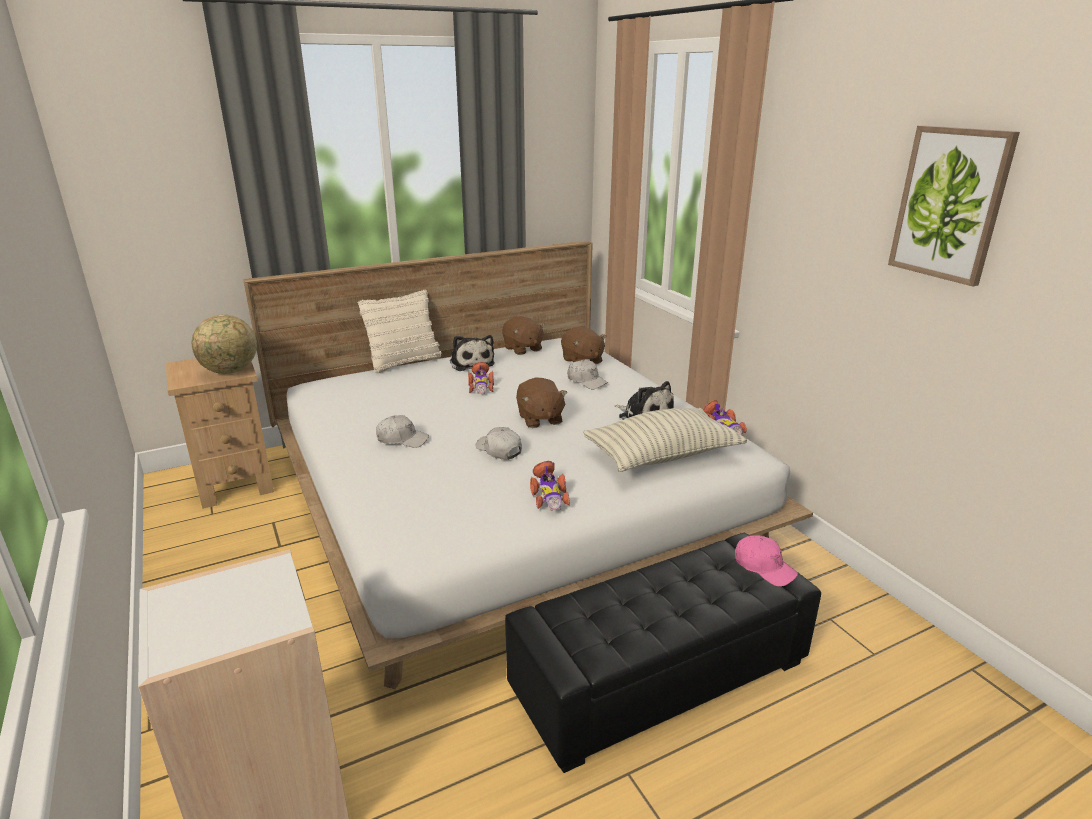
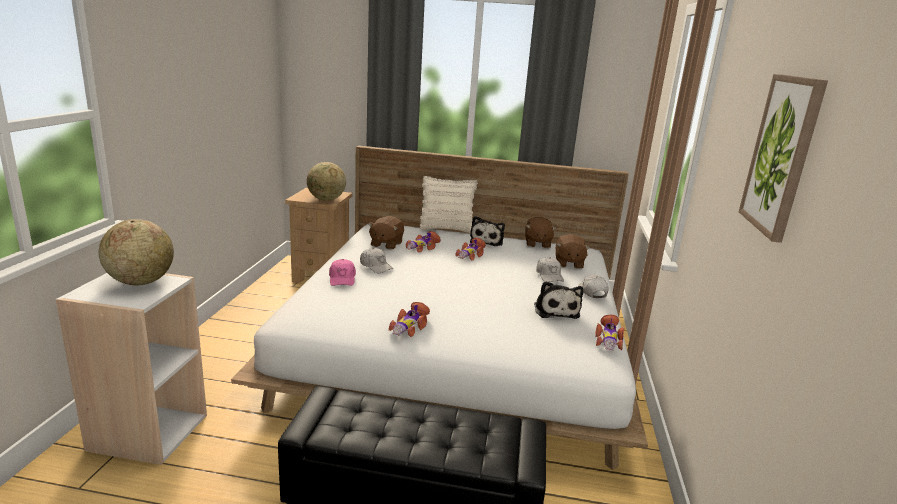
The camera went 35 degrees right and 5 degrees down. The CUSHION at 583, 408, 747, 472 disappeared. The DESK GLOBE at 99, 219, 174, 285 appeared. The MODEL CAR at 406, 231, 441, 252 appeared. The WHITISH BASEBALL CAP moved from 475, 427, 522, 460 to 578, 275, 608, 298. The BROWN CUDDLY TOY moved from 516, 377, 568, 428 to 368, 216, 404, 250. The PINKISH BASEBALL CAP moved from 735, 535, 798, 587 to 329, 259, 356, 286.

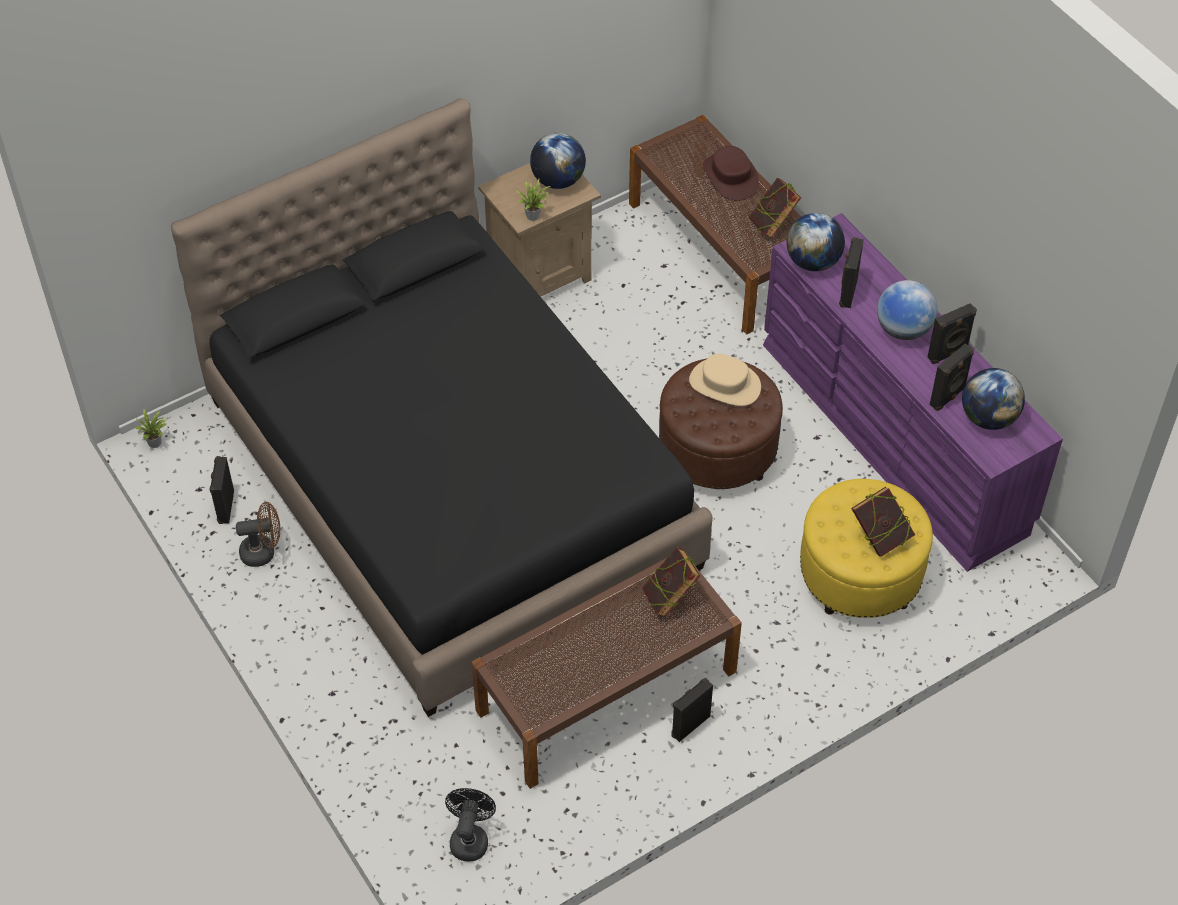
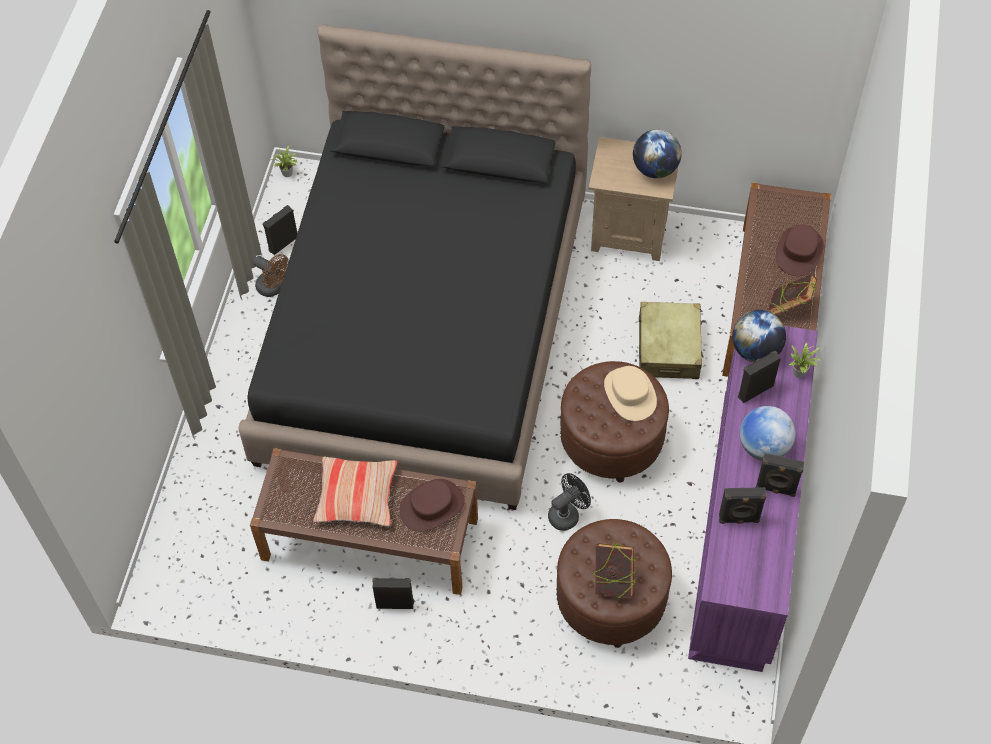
The camera went 45 degrees right and 5 degrees up. The DESK GLOBE at 962, 368, 1025, 430 disappeared. The CUSHION at 313, 457, 397, 526 appeared. The BEIGE TRAVEL CASE at 639, 302, 703, 379 appeared. The BLACKISH COOLING FAN moved from 445, 788, 496, 861 to 548, 473, 591, 531. The PLANT IN A POT moved from 516, 179, 550, 221 to 789, 342, 822, 378. The BOUND BOOK at 642, 547, 700, 618 was replaced by the BROWN CLOTHING HAT at 399, 479, 465, 532. The YELLOWISH OTTOMAN at 800, 479, 933, 618 became the BROWN OTTOMAN at 556, 519, 672, 648.

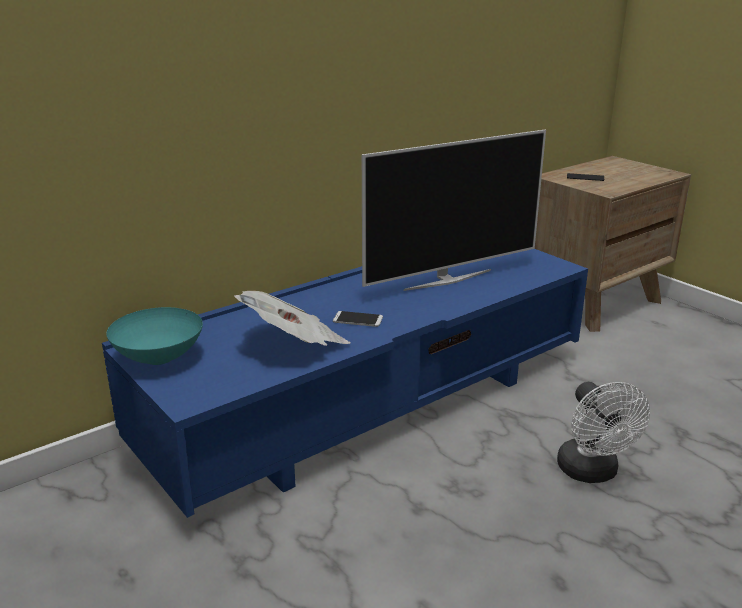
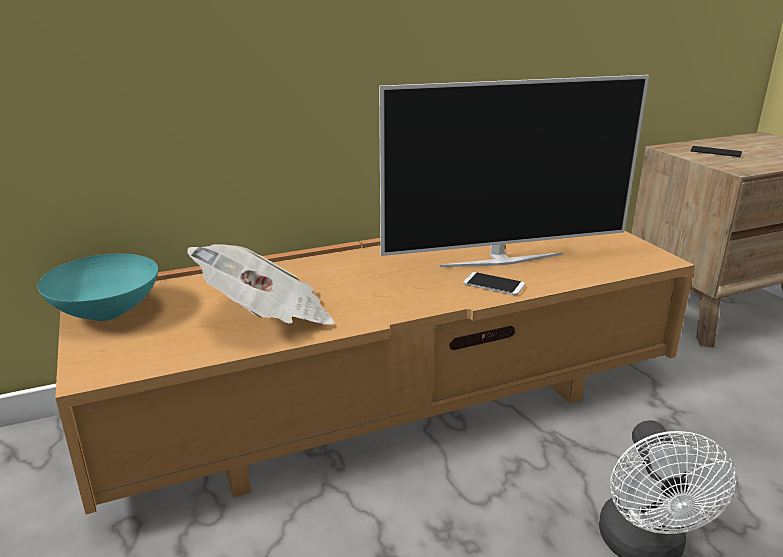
The camera went 15 degrees right and 0 degrees up. The HANDSET moved from 333, 311, 383, 327 to 463, 272, 525, 295. The BLUE TV UNIT at 102, 249, 588, 518 became the BROWN TV UNIT at 55, 231, 695, 514.

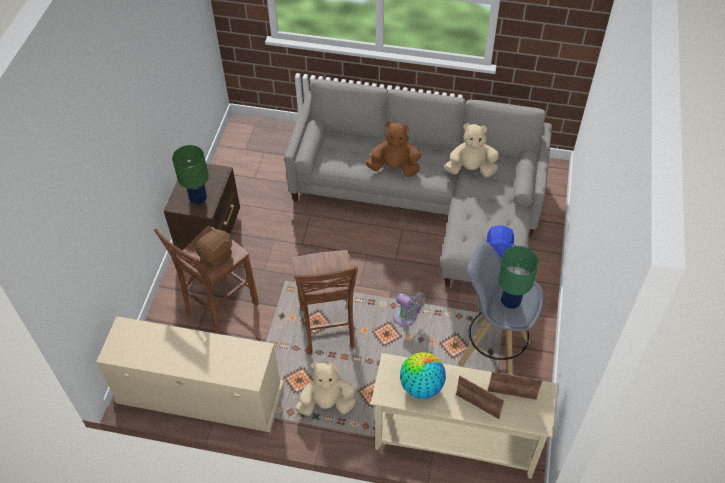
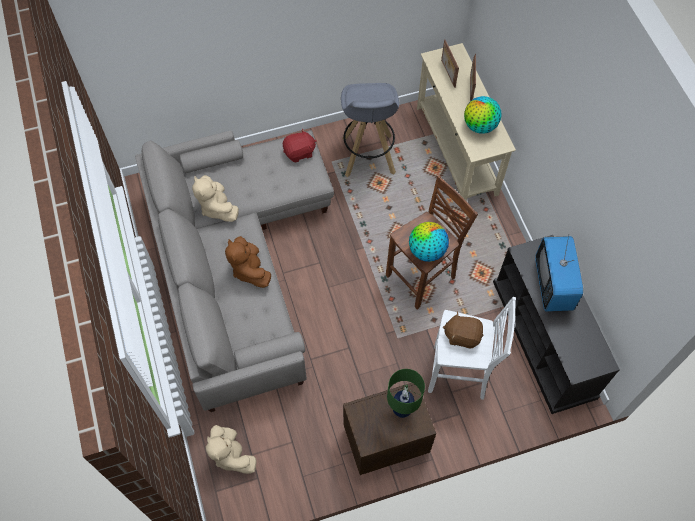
The camera went 120 degrees left and 10 degrees up. The GREYISH COOLING FAN at 393, 292, 426, 326 disappeared. The GREENISH TABLE LAMP at 498, 246, 539, 309 disappeared. The DESK GLOBE at 409, 222, 449, 262 appeared. The TV at 535, 234, 583, 312 appeared. The BEIGE CUDDLY TOY moved from 295, 361, 356, 416 to 206, 425, 257, 474. The BEIGE TV UNIT at 96, 316, 284, 432 became the BLACKISH TV UNIT at 493, 235, 620, 414. The BROWN SITTING STOOL at 154, 226, 259, 334 became the WHITISH SITTING STOOL at 428, 297, 516, 400. The BLUE CUDDLY TOY at 487, 226, 515, 259 became the RED CUDDLY TOY at 283, 128, 317, 162.

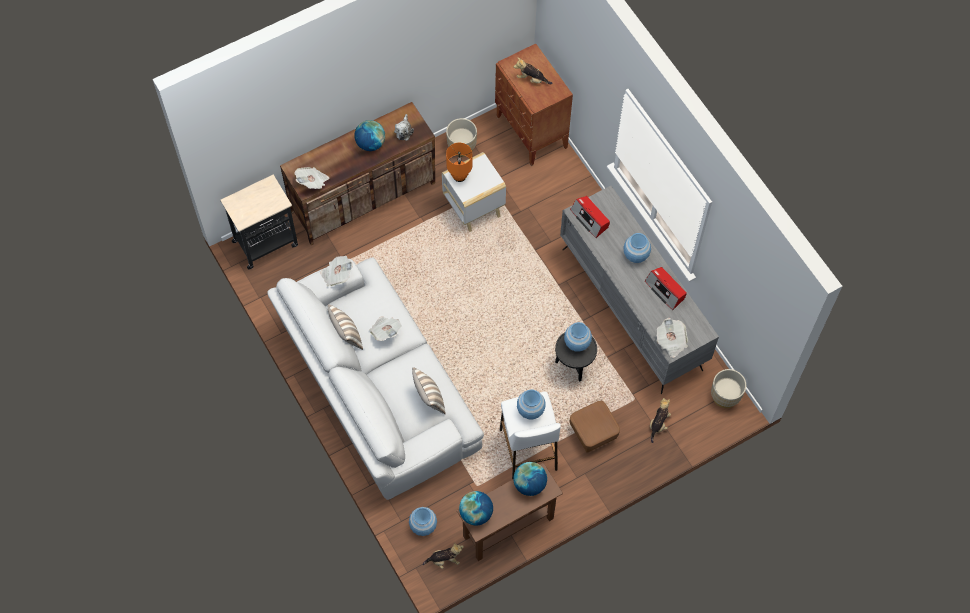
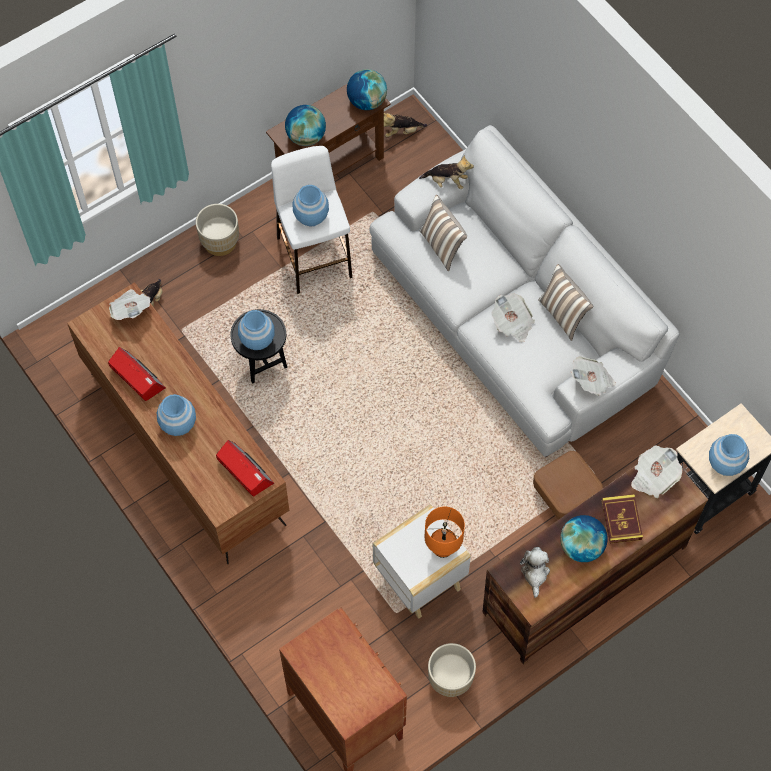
The camera went 175 degrees right and 0 degrees up. The BOUND BOOK at 602, 494, 643, 544 appeared. The BLUE VASE moved from 409, 507, 437, 536 to 709, 434, 749, 476. The CUDDLY TOY moved from 514, 58, 552, 84 to 419, 155, 474, 189. The BROWN OTTOMAN moved from 570, 401, 620, 453 to 533, 451, 603, 520. The BEIGE FLOWER POT moved from 711, 369, 746, 408 to 196, 204, 239, 256. The GREYISH TV UNIT at 560, 186, 719, 394 became the BROWN TV UNIT at 67, 282, 290, 564.

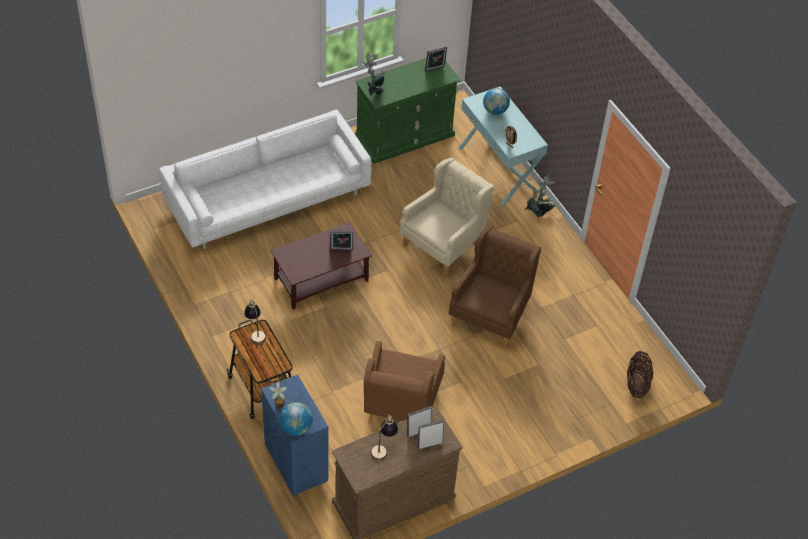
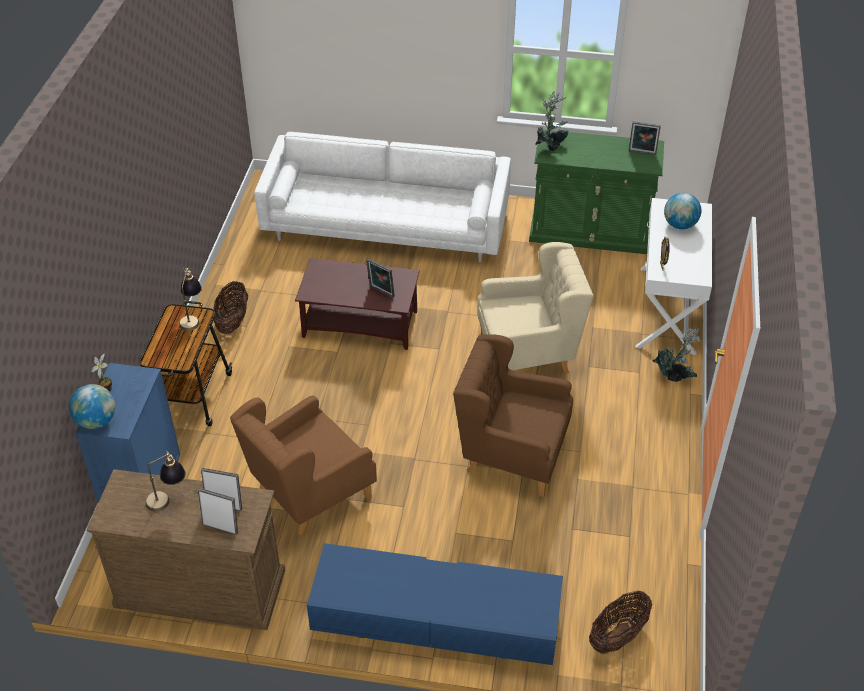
The camera went 40 degrees right and 5 degrees down. The HOUSEHOLD BASKET at 213, 281, 248, 334 appeared. The BLUE TV UNIT at 307, 543, 563, 665 appeared. The TURQUOISE CONSOLE TABLE at 458, 86, 548, 206 became the WHITISH CONSOLE TABLE at 636, 198, 712, 355. The BROWN LOUNGE CHAIR at 449, 226, 541, 348 turned 135 degrees counterclockwise.

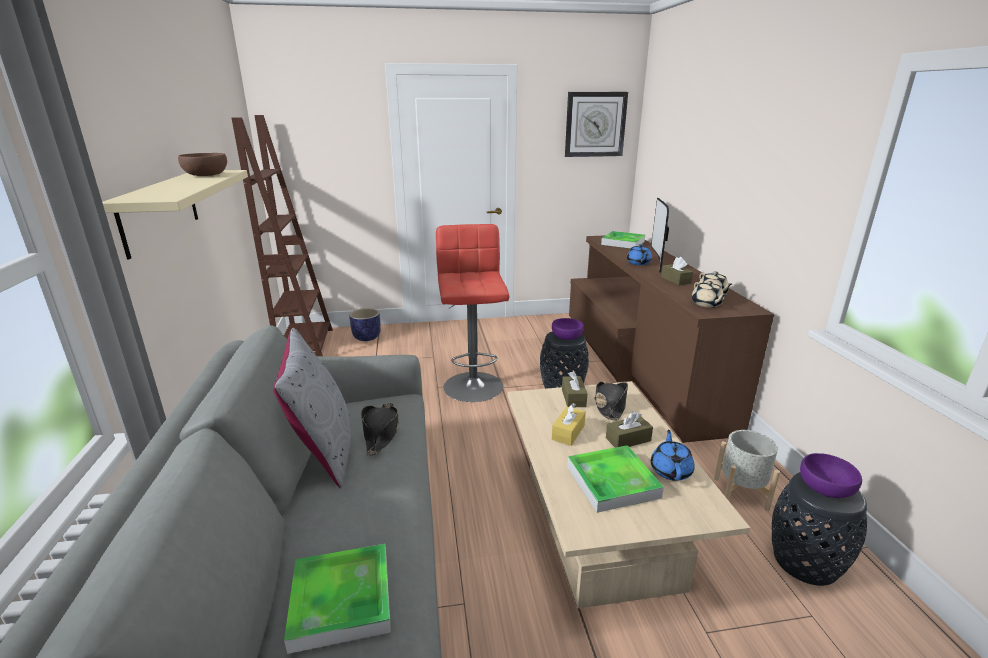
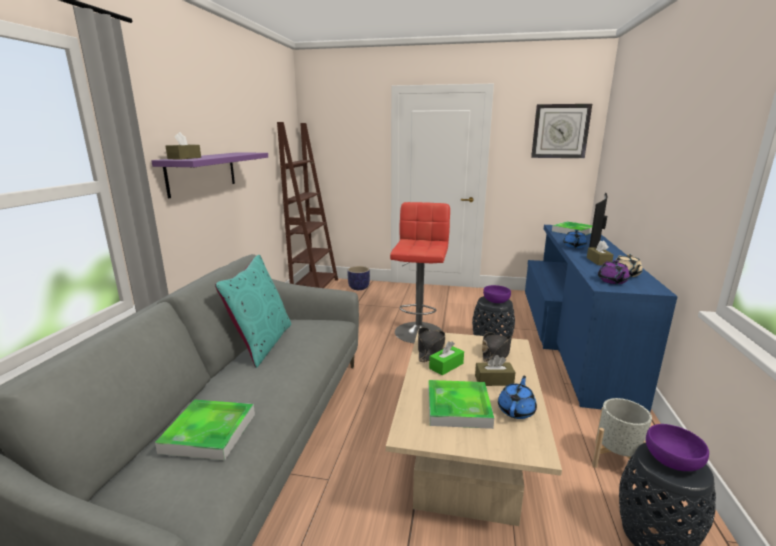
The camera went 20 degrees right and 5 degrees down. The BROWN BOWL at 178, 153, 227, 176 disappeared. The BLACKISH CLOTHING HAT moved from 361, 403, 399, 456 to 418, 327, 445, 362. The BROWN TISSUE BOX moved from 562, 371, 587, 407 to 166, 132, 201, 160. The BEIGE SHELF at 102, 170, 248, 259 became the PURPLISH SHELF at 151, 152, 268, 198. The GREYISH CUSHION at 273, 328, 351, 488 became the TURQUOISE CUSHION at 215, 255, 291, 368. The YELLOWISH TISSUE BOX at 552, 403, 586, 445 became the GREENISH TISSUE BOX at 429, 341, 464, 375. The BROWN TV UNIT at 569, 235, 774, 443 became the BLUE TV UNIT at 525, 225, 678, 412. The BEIGE TEA POT at 691, 281, 726, 308 became the PURPLISH TEA POT at 598, 260, 630, 284.

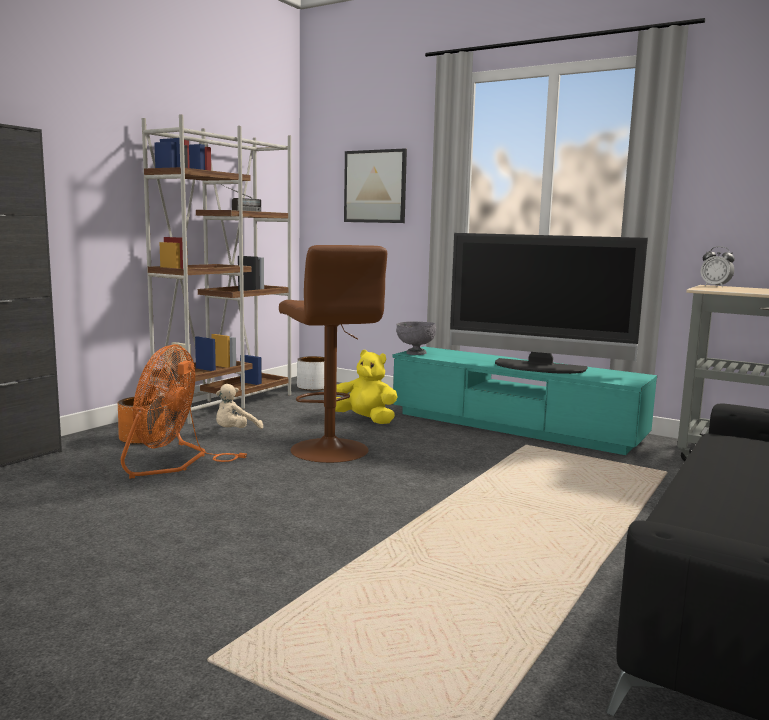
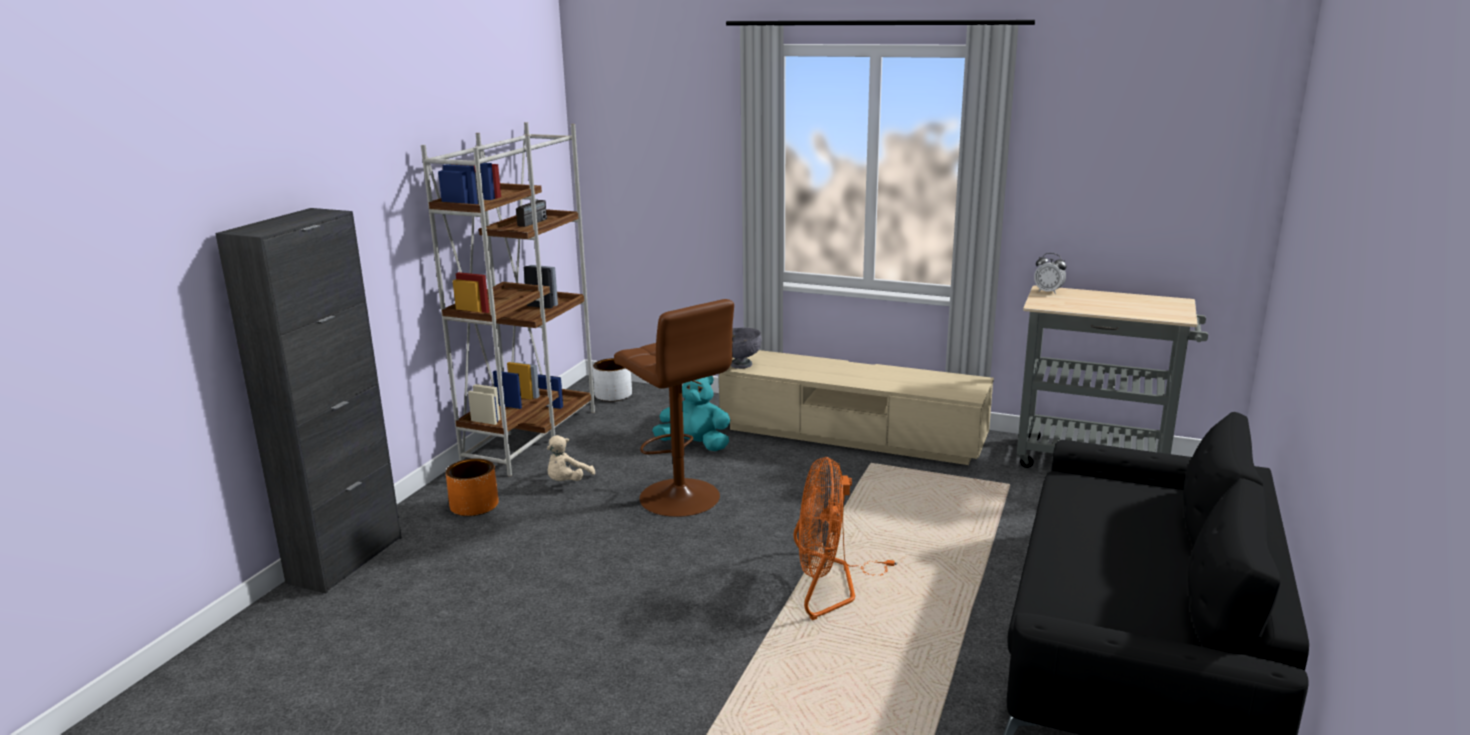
The camera went 10 degrees left and 10 degrees up. The PICTURE at 344, 149, 407, 223 disappeared. The TV at 450, 233, 648, 374 disappeared. The ORANGEY COOLING FAN moved from 121, 344, 248, 479 to 794, 457, 896, 620. The YELLOWISH CUDDLY TOY at 335, 350, 398, 424 became the TURQUOISE CUDDLY TOY at 652, 376, 730, 451. The TURQUOISE TV UNIT at 392, 346, 657, 455 became the BEIGE TV UNIT at 719, 350, 994, 465.

